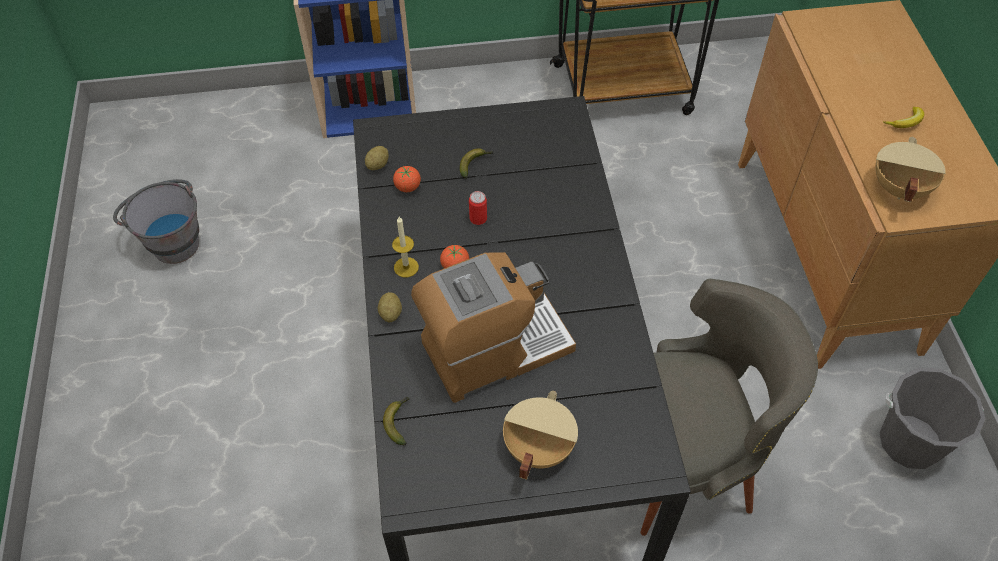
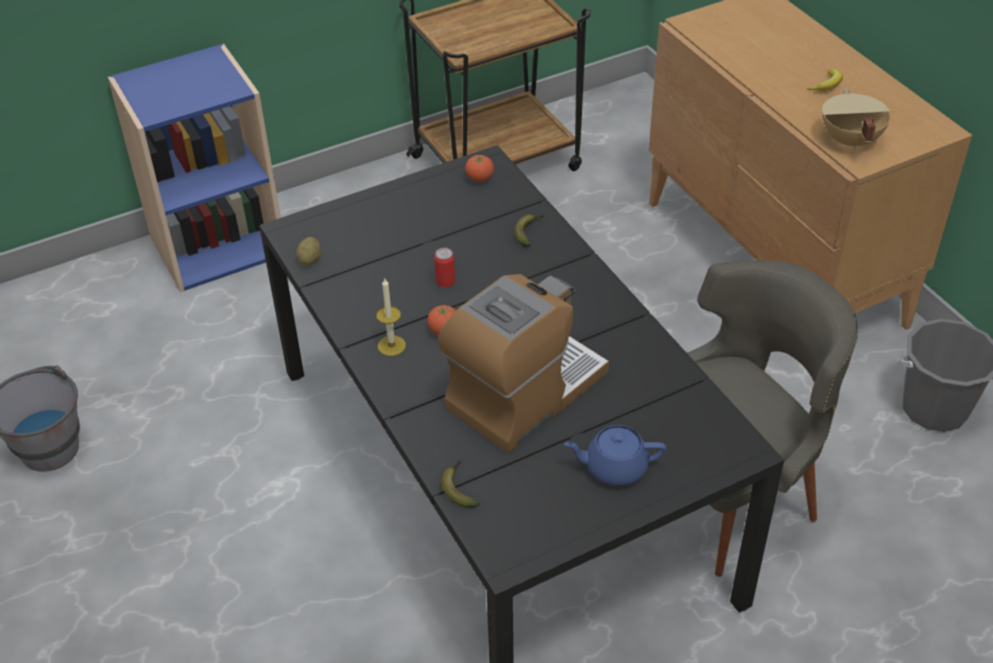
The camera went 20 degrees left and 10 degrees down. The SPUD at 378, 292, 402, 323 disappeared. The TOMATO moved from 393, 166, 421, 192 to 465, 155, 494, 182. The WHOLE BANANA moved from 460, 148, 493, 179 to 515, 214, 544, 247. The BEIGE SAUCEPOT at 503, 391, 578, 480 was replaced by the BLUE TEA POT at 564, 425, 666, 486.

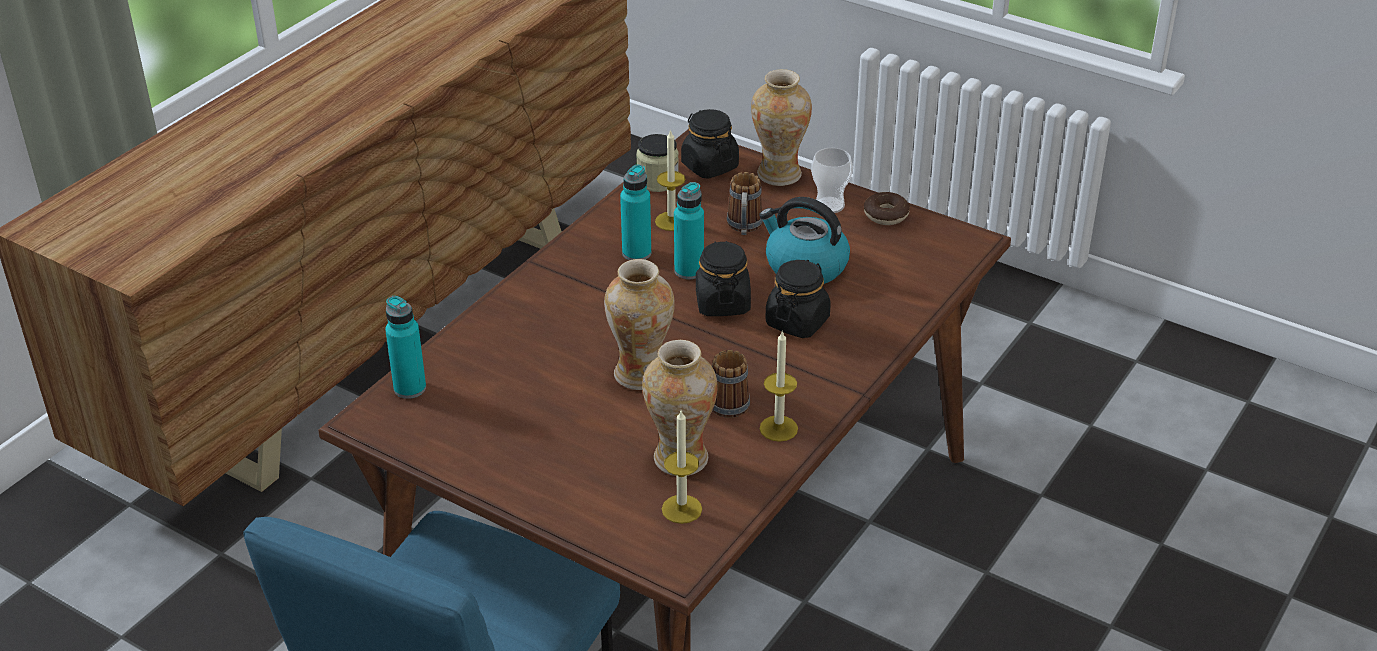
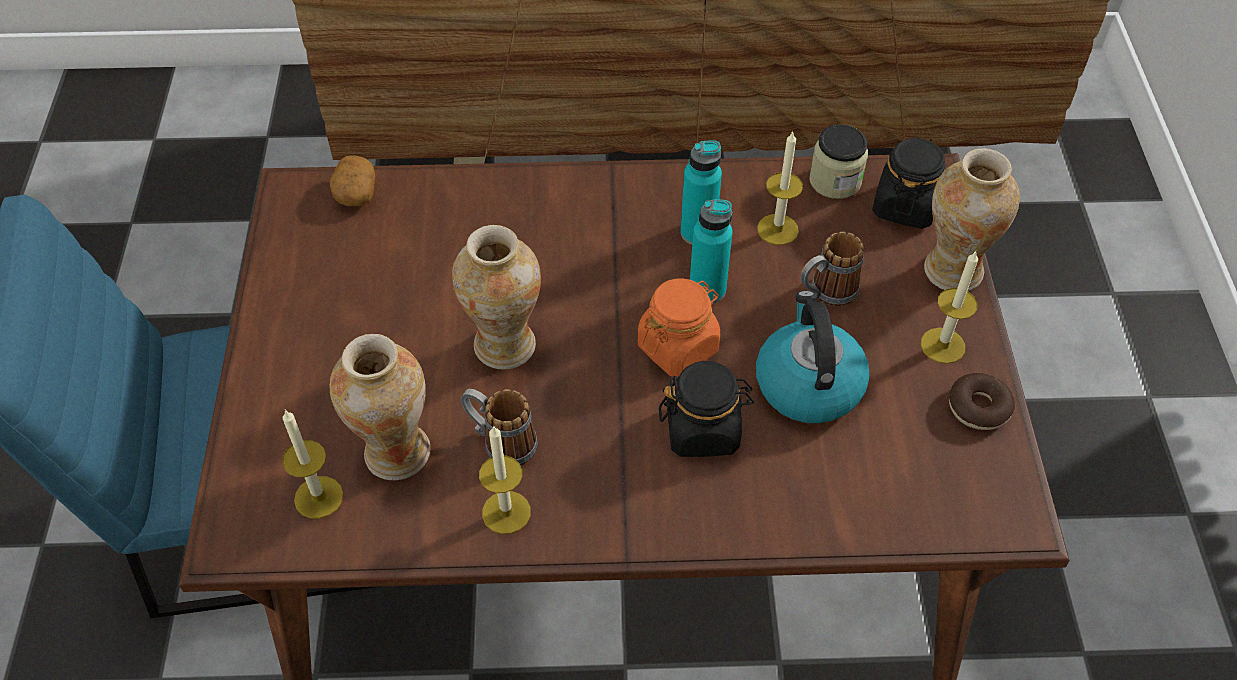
The camera went 55 degrees right and 15 degrees up. The TURQUOISE BOTTLE at 385, 296, 426, 399 was replaced by the SPUD at 330, 155, 375, 206. The SMALL CUP at 811, 148, 853, 213 was replaced by the WAX CANDLE at 921, 251, 978, 364. The BLACKISH PRESERVE JAR at 696, 241, 751, 316 became the ORANGEY PRESERVE JAR at 638, 278, 720, 377.

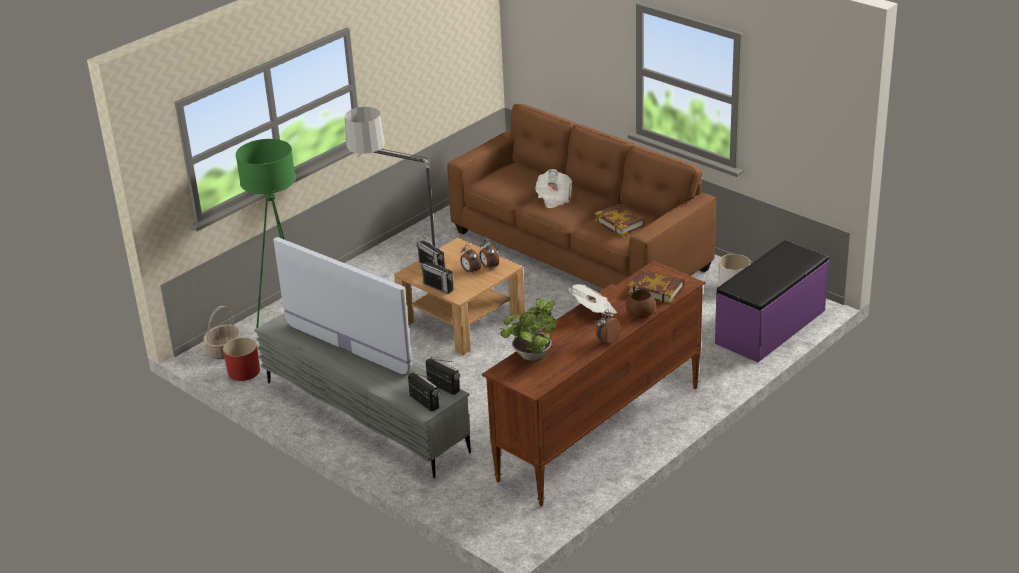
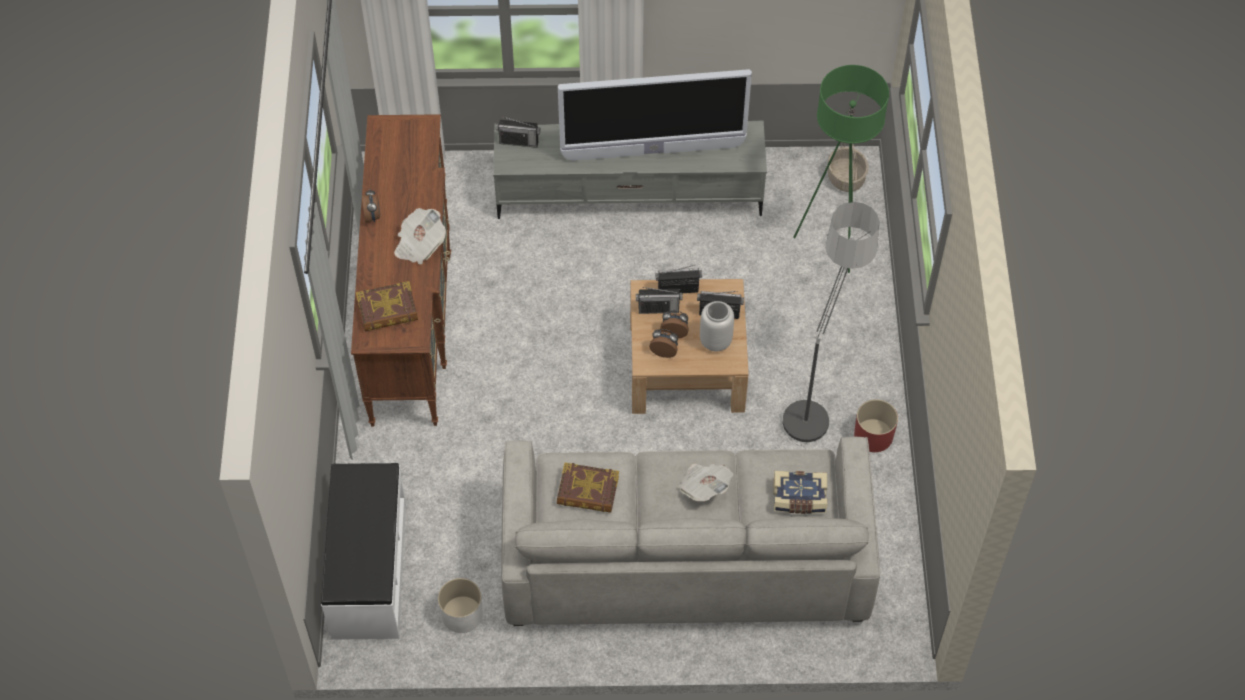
The camera went 135 degrees right and 25 degrees up. The PLANT IN A POT at 500, 298, 557, 361 disappeared. The BROWN BOWL at 626, 290, 656, 318 disappeared. The GREYISH VASE at 700, 301, 734, 352 appeared. The BOUND BOOK at 773, 471, 827, 514 appeared. The RED FLOWER POT moved from 223, 337, 260, 381 to 854, 399, 898, 452. The RADIO RECEIVER moved from 425, 357, 460, 395 to 636, 287, 683, 314. The BROWN SETTEE at 447, 104, 716, 288 became the GREYISH SETTEE at 501, 437, 880, 626. The PURPLISH LONG SEAT at 715, 240, 829, 362 became the WHITISH LONG SEAT at 321, 463, 406, 640.

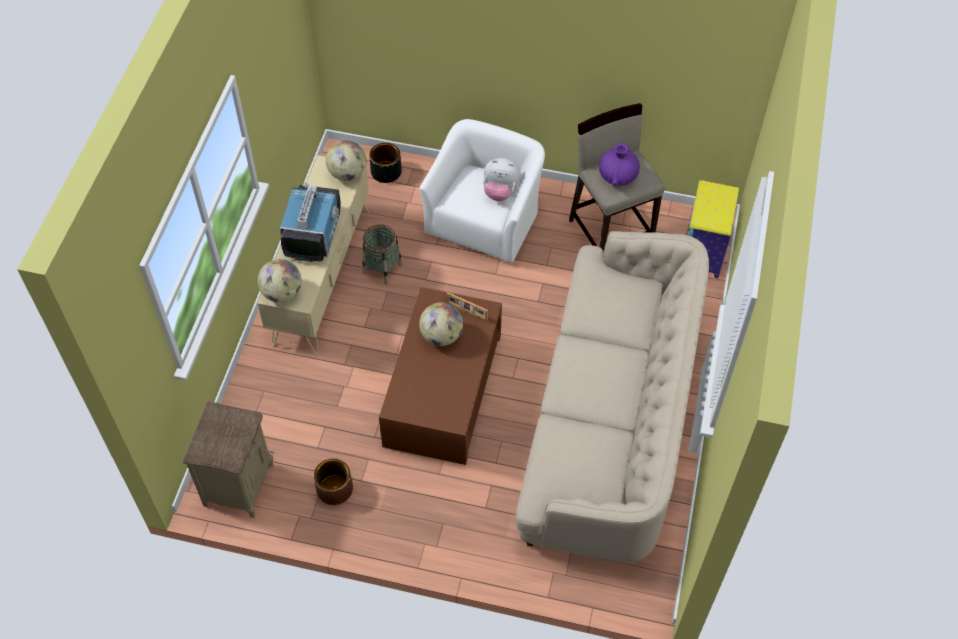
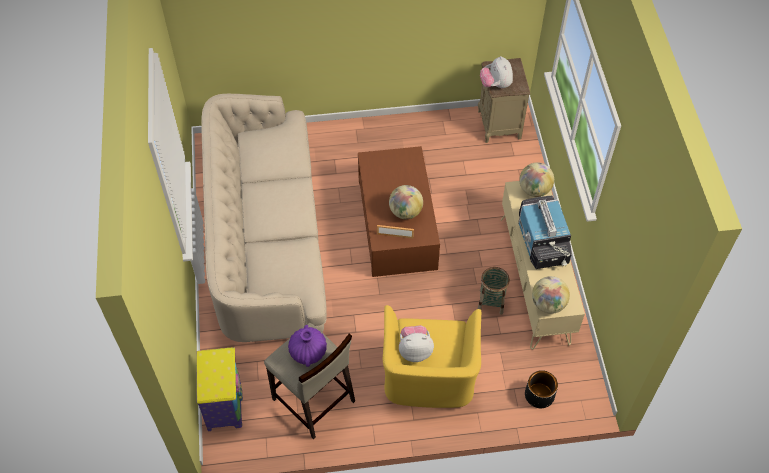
The camera went 160 degrees right and 0 degrees up. The BROWN FLOWER POT at 314, 458, 353, 505 disappeared. The CUDDLY TOY at 480, 56, 513, 88 appeared. The WHITISH LOUNGE CHAIR at 419, 119, 545, 263 became the YELLOWISH LOUNGE CHAIR at 383, 305, 481, 408.

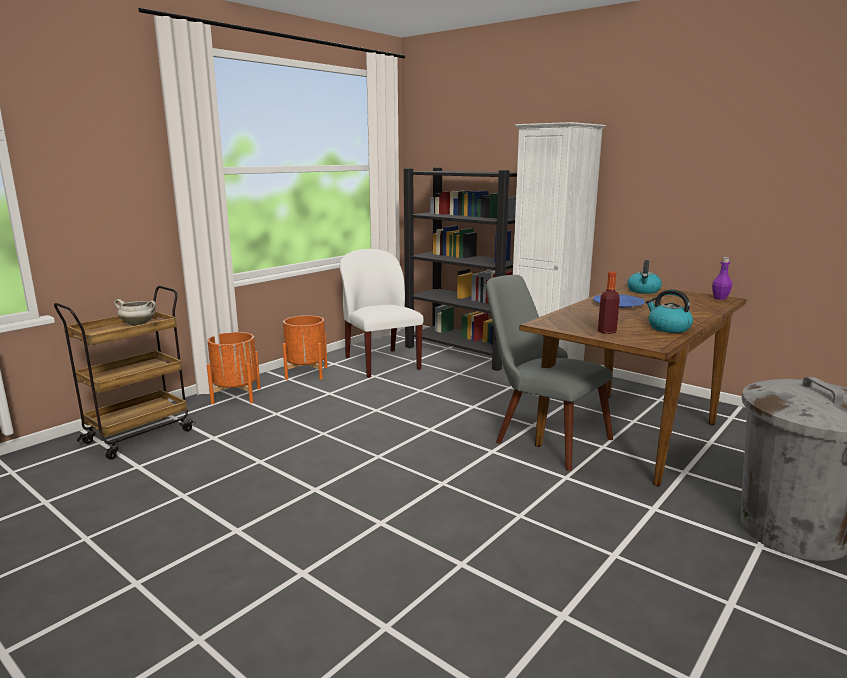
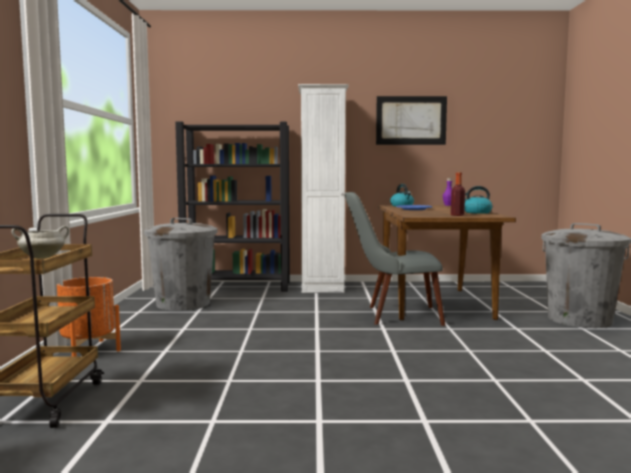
The camera went 40 degrees left and 10 degrees down. The ORANGEY FLOWER POT at 283, 315, 327, 380 disappeared. The PICTURE at 376, 96, 447, 145 appeared. The WHITISH UPRIGHT CHAIR at 339, 249, 424, 378 was replaced by the GREYISH RUBBISH BIN at 144, 218, 217, 311.

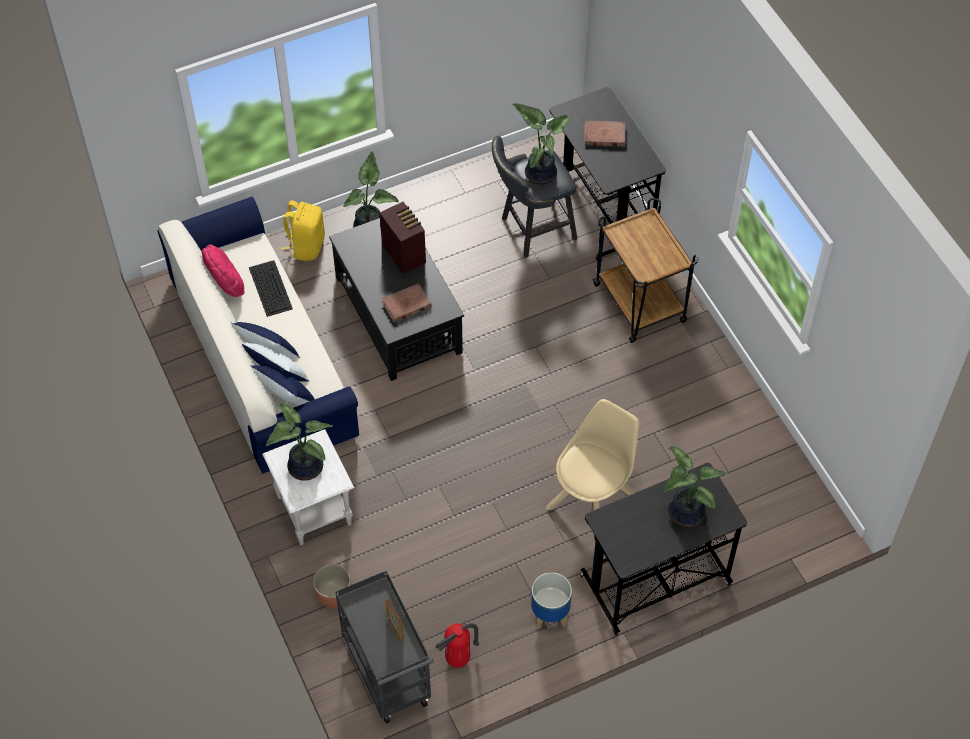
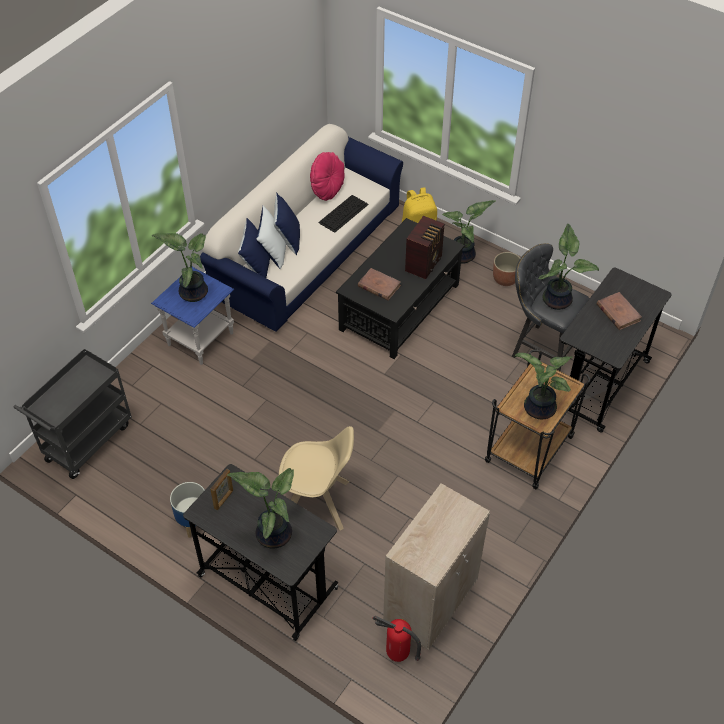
The camera went 60 degrees right and 5 degrees down. The BEIGE CUPBOARD at 383, 483, 490, 650 appeared. The PLANT IN A POT at 514, 353, 573, 419 appeared. The FLOWER POT moved from 313, 564, 351, 609 to 493, 252, 520, 286. The PHOTO FRAME moved from 385, 599, 404, 642 to 210, 469, 233, 510. The EXTINGUISHER moved from 436, 623, 479, 668 to 372, 616, 421, 662. The WHITISH ACCENT TABLE at 262, 429, 354, 545 became the BLUE ACCENT TABLE at 151, 267, 234, 365.

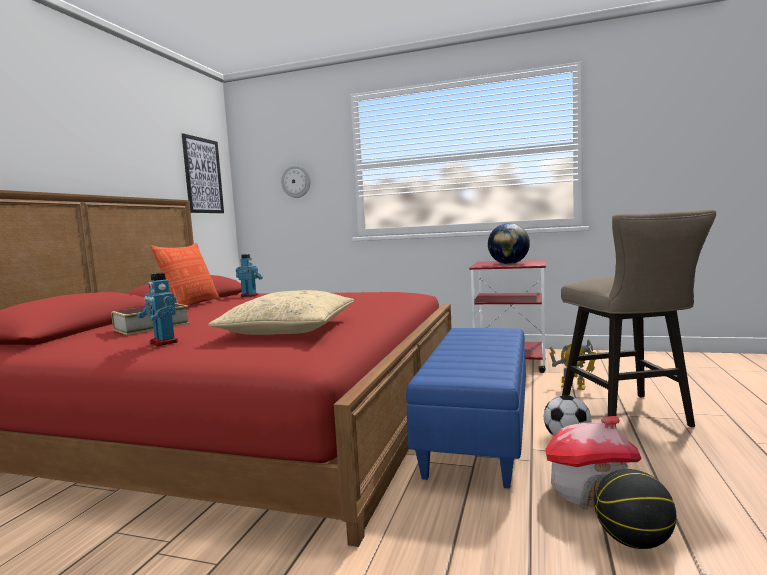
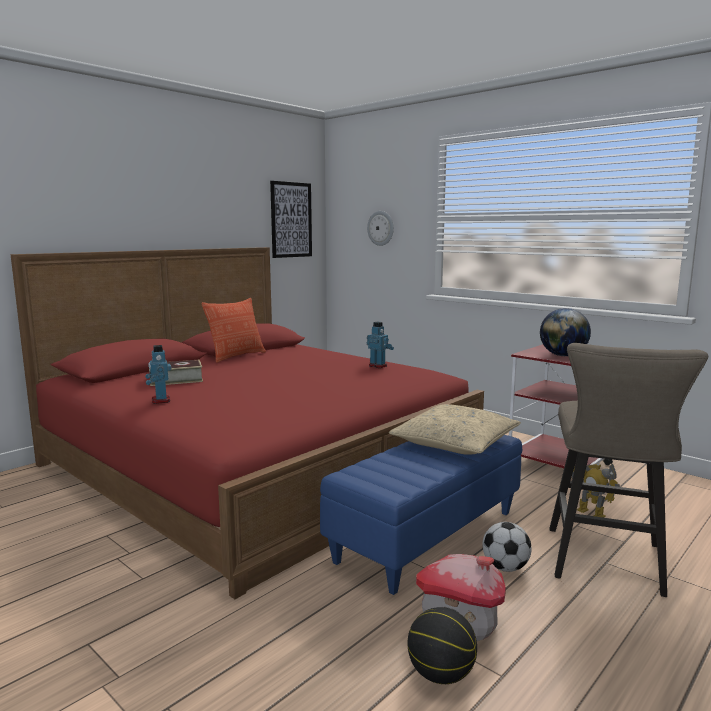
The camera went 25 degrees right and 5 degrees up. The BEIGE CUSHION moved from 208, 290, 354, 335 to 389, 404, 521, 455. The MODEL ROBOT moved from 236, 254, 263, 297 to 367, 321, 394, 368.

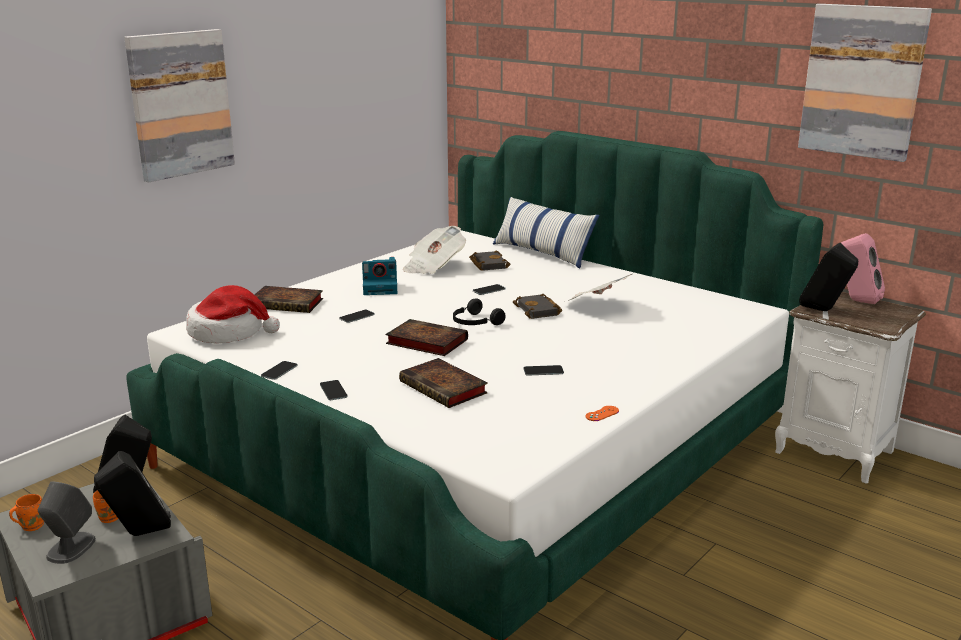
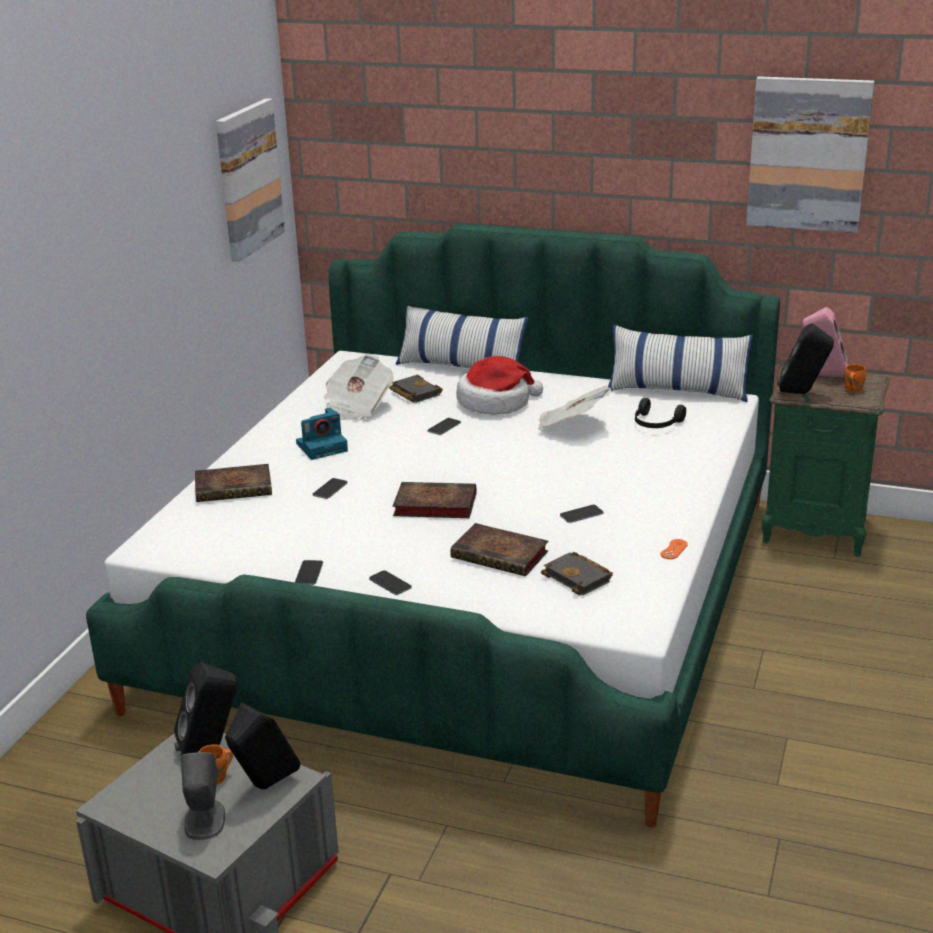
The camera went 20 degrees left and 5 degrees up. The CUSHION at 608, 324, 753, 402 appeared. The ORANGEY MUG moved from 9, 494, 44, 531 to 845, 364, 866, 392. The PICTURE moved from 124, 29, 235, 182 to 216, 98, 285, 262. The CLOTHING HAT moved from 186, 285, 280, 343 to 456, 356, 543, 415. The BLACKISH HEADSET moved from 453, 298, 506, 325 to 635, 398, 686, 428. The BLACKISH BOUND BOOK moved from 513, 294, 562, 319 to 541, 552, 613, 595. The WHITISH BEDSIDE TABLE at 775, 292, 926, 483 became the GREENISH BEDSIDE TABLE at 762, 365, 889, 557.

